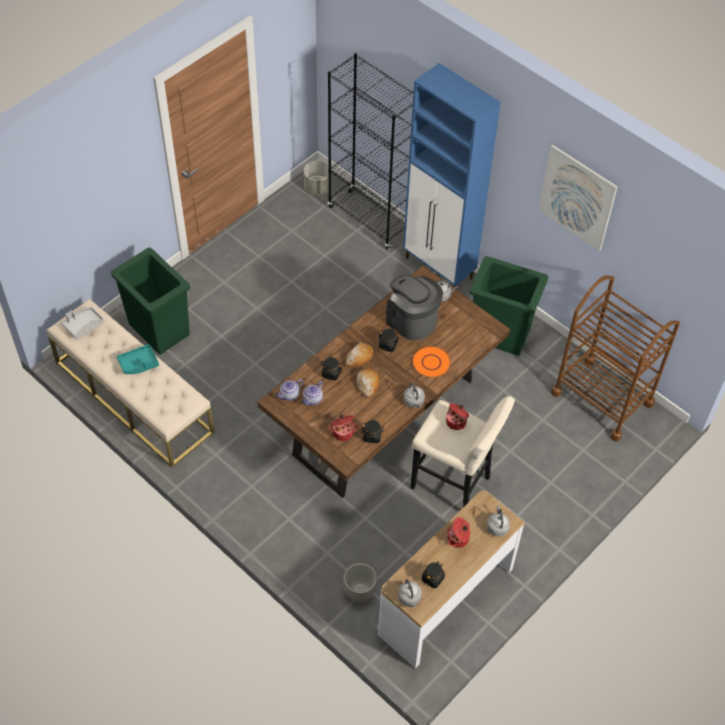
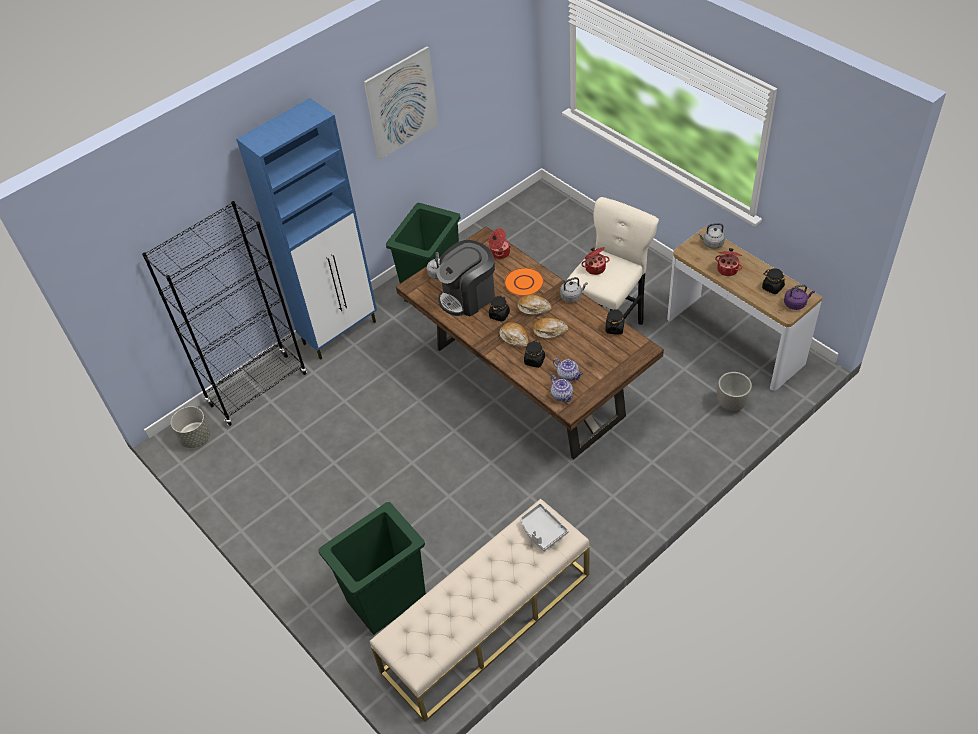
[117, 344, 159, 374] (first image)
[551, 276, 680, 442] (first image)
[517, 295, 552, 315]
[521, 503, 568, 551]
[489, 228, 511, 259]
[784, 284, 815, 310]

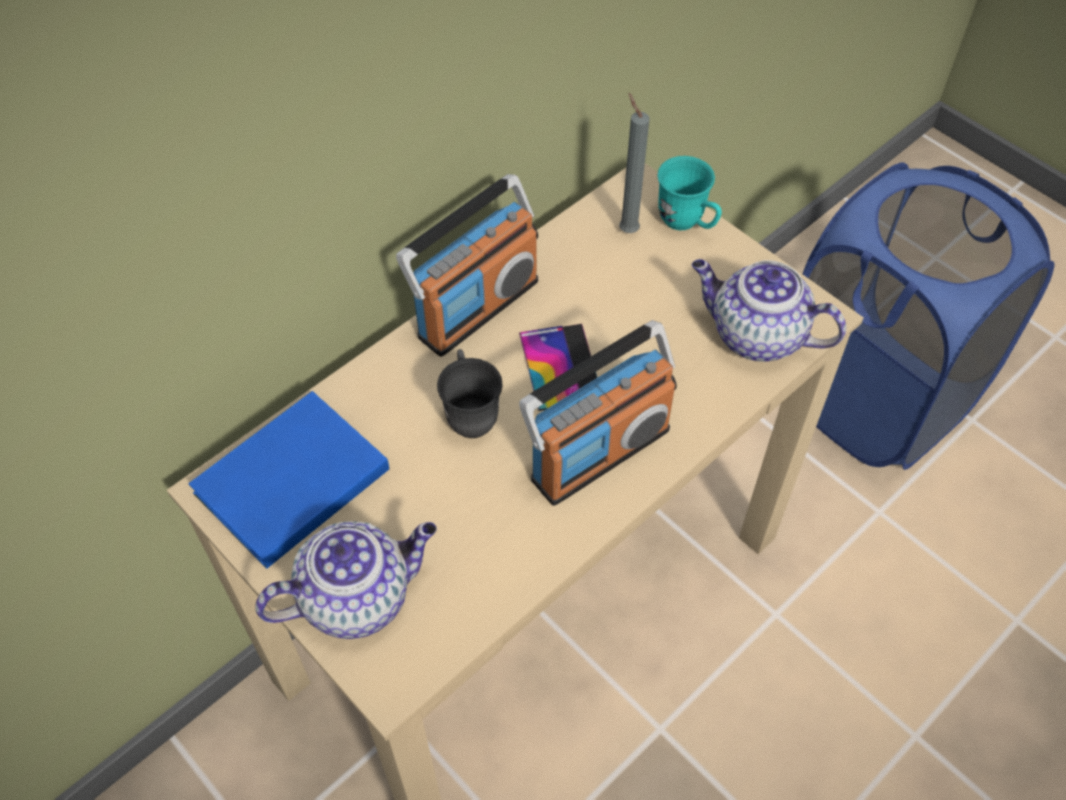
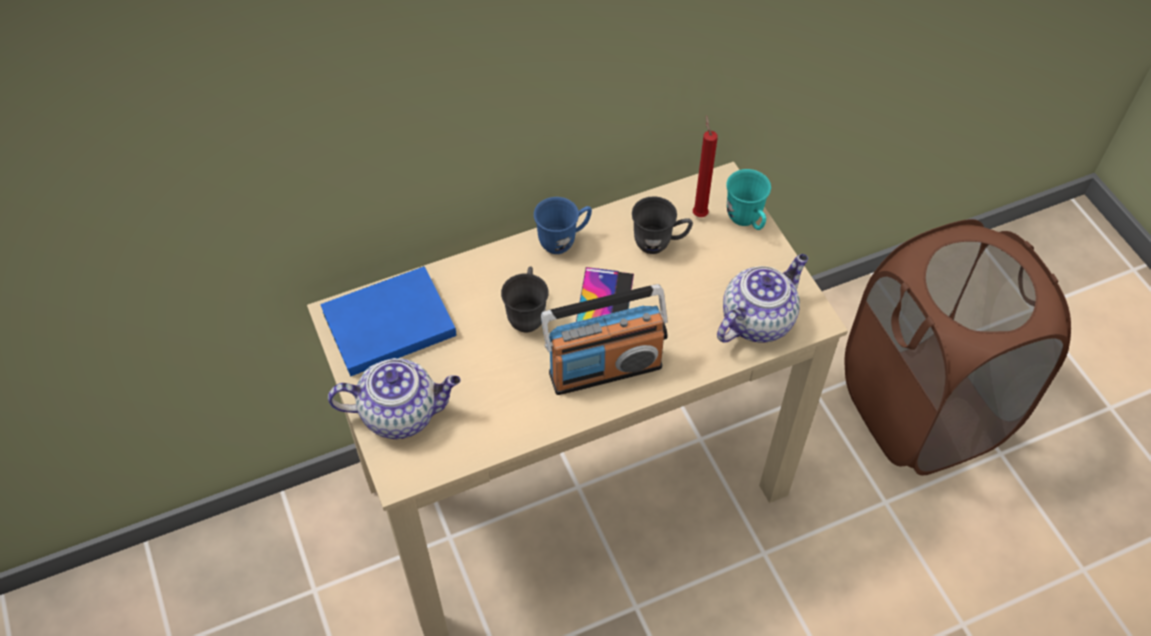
[632, 196, 693, 254]
[534, 197, 592, 254]
[693, 115, 718, 217]
[845, 219, 1071, 475]
[717, 254, 808, 343]

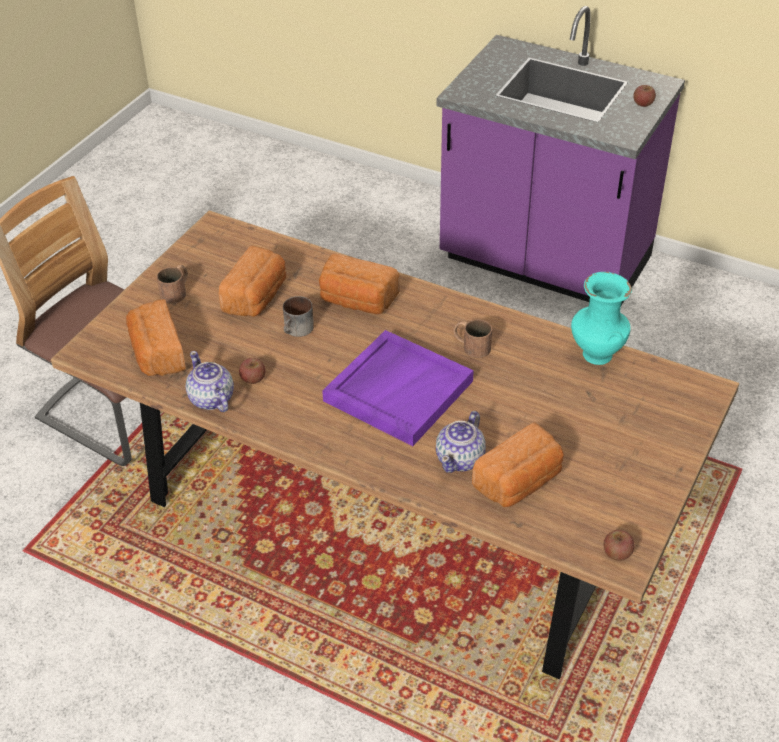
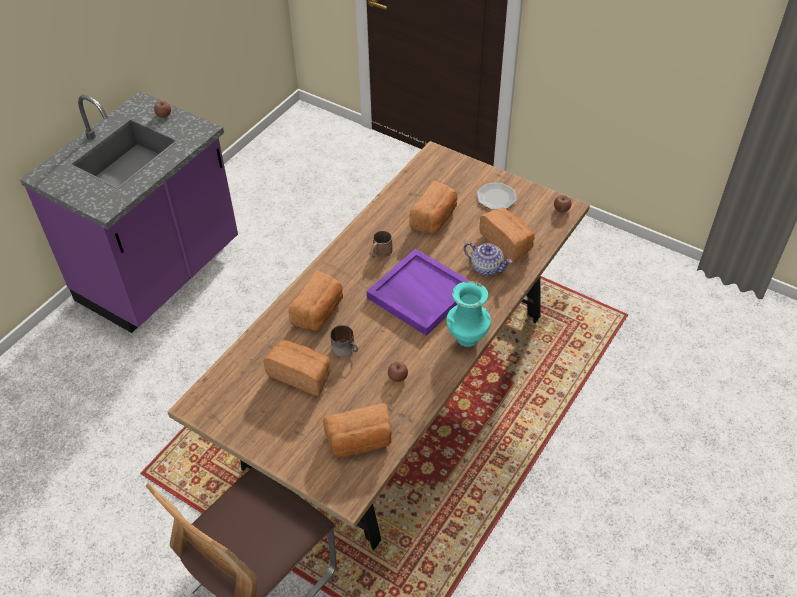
[157, 265, 188, 304] (first image)
[185, 351, 234, 412] (first image)
[409, 181, 457, 234]
[477, 183, 517, 210]
[446, 281, 491, 347]

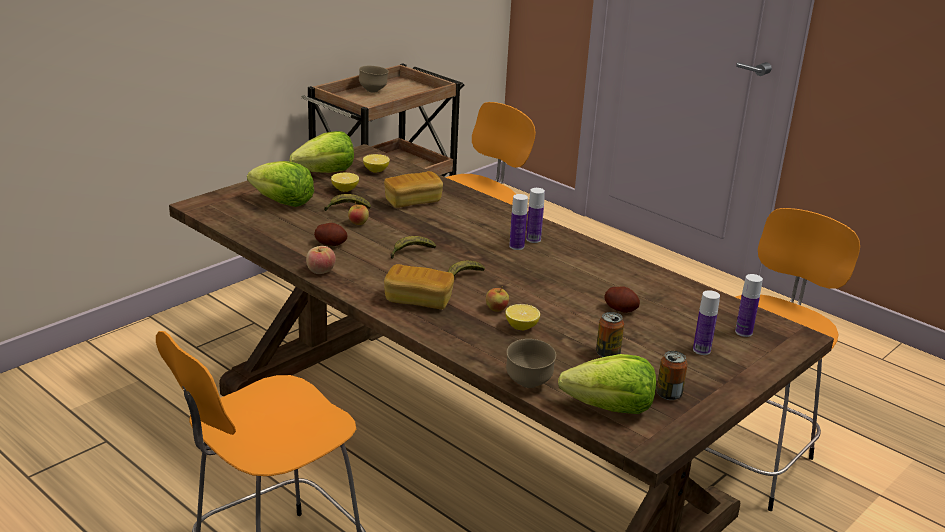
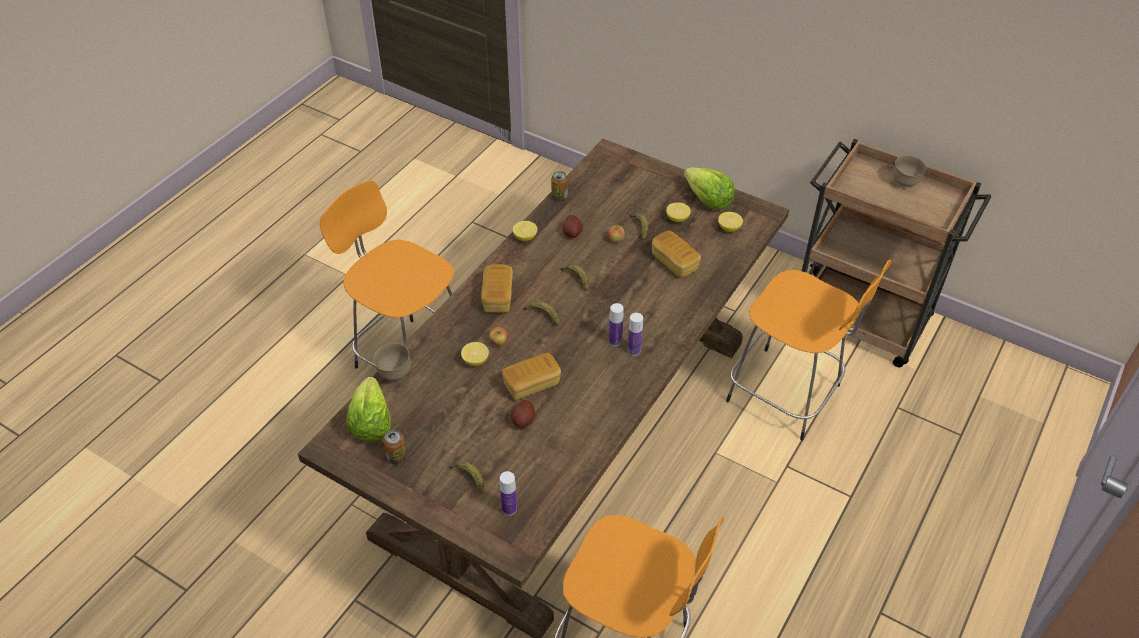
[247, 161, 314, 207] (first image)
[502, 353, 561, 400]
[551, 171, 568, 201]
[513, 221, 538, 241]
[450, 461, 484, 494]

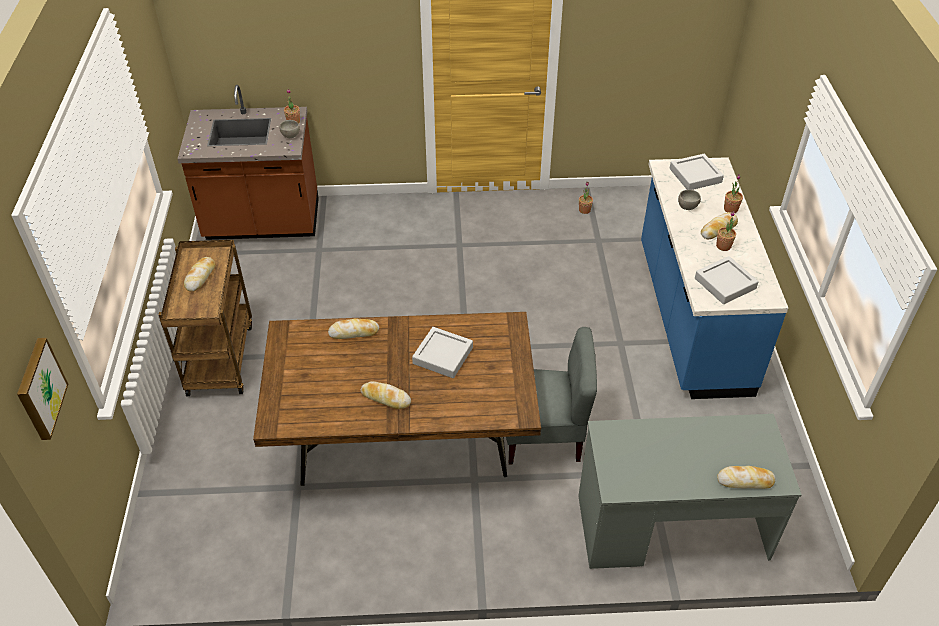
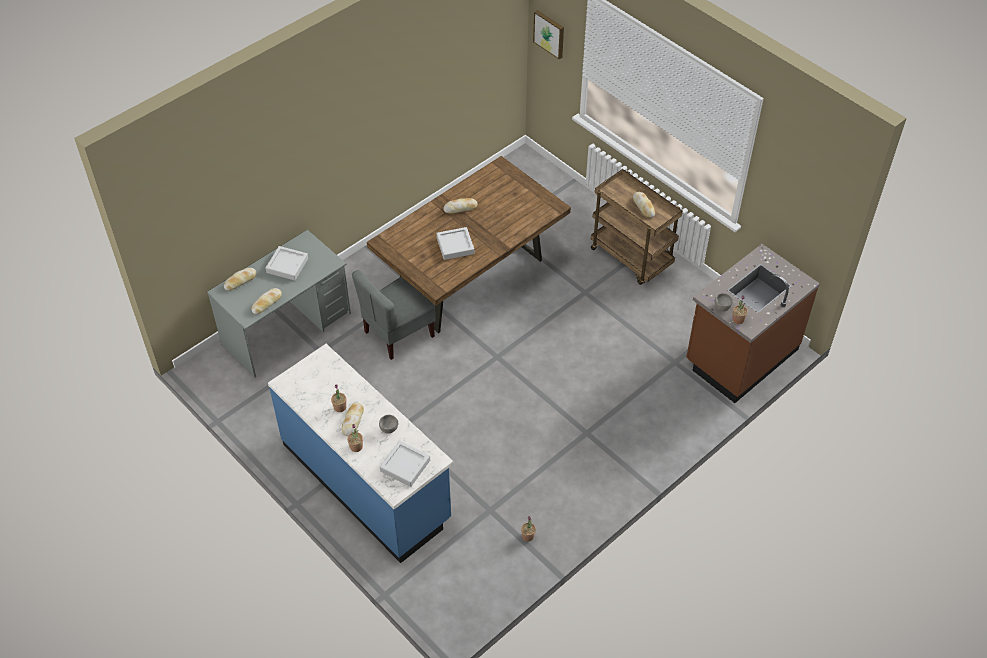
[251, 288, 282, 314]
[266, 246, 308, 280]

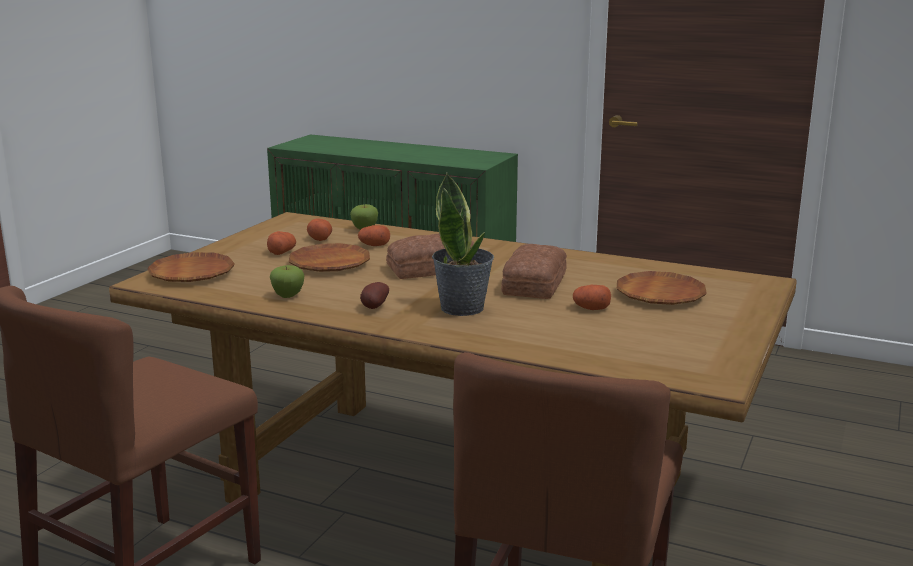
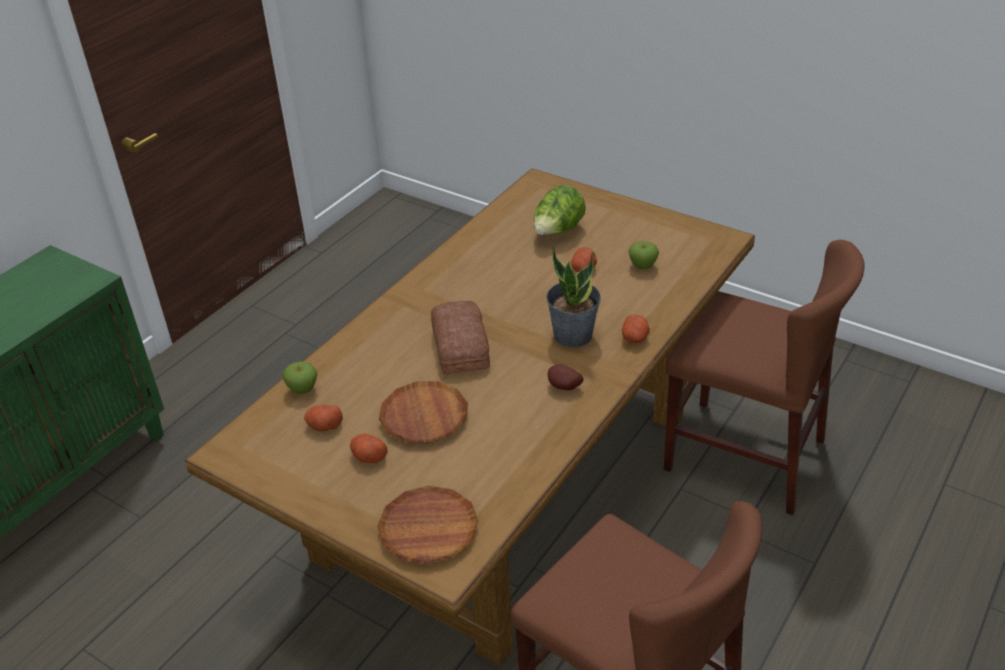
[501, 244, 567, 299] (first image)
[629, 241, 659, 270]
[622, 314, 650, 343]
[534, 185, 586, 235]

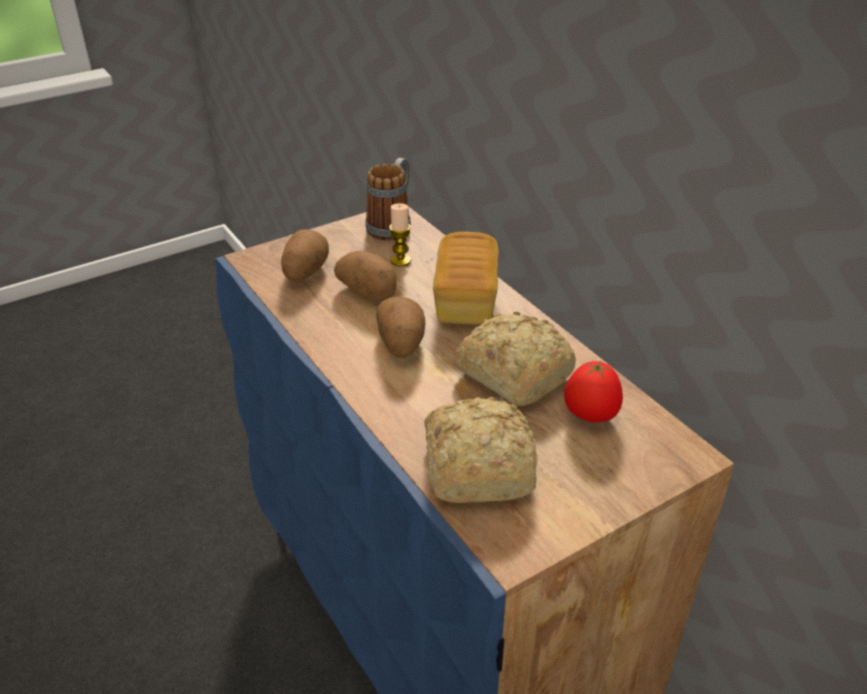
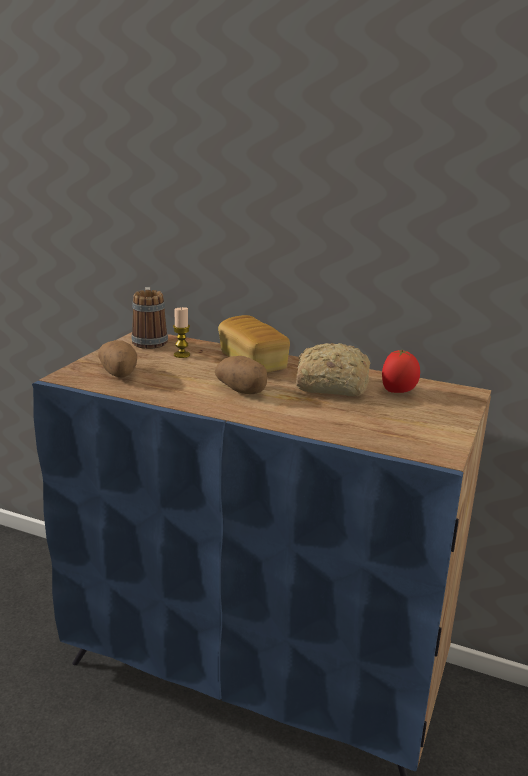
[334, 251, 396, 301] (first image)
[424, 397, 538, 503] (first image)

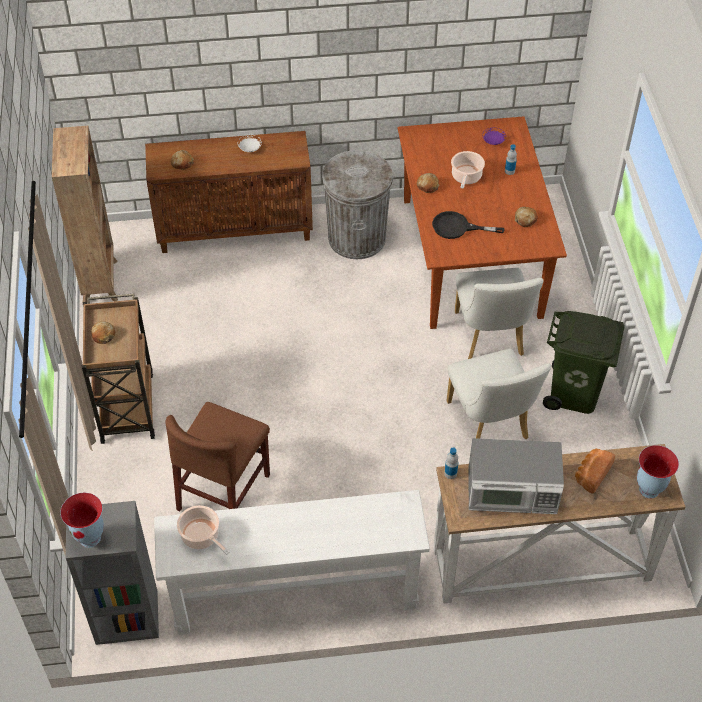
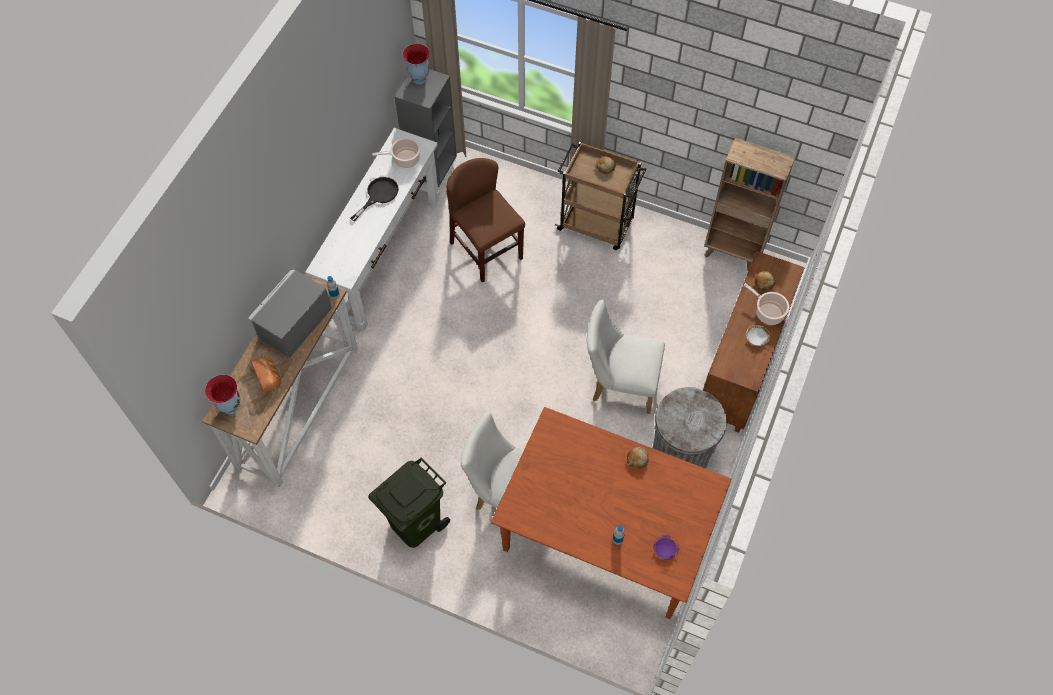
[515, 207, 538, 227] (first image)
[350, 177, 399, 222]
[587, 300, 665, 414]
[743, 283, 789, 325]

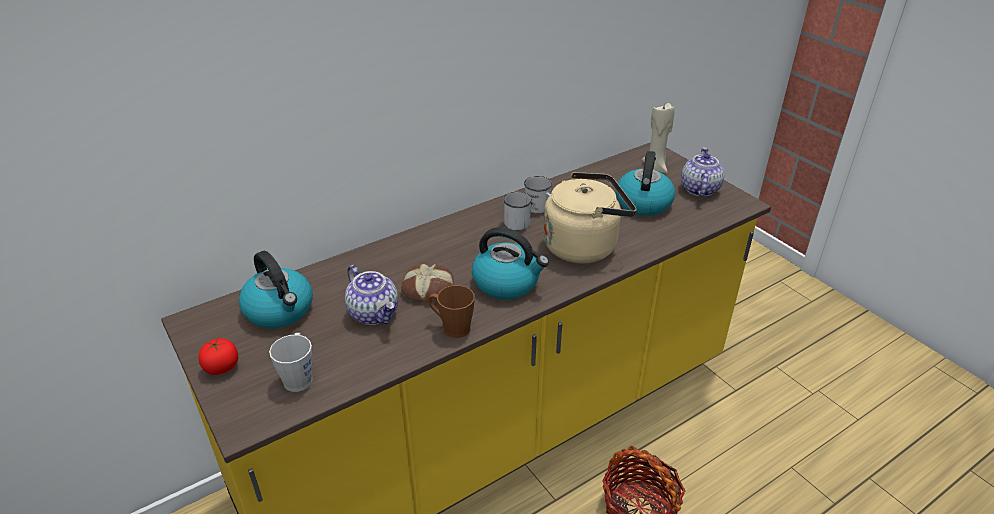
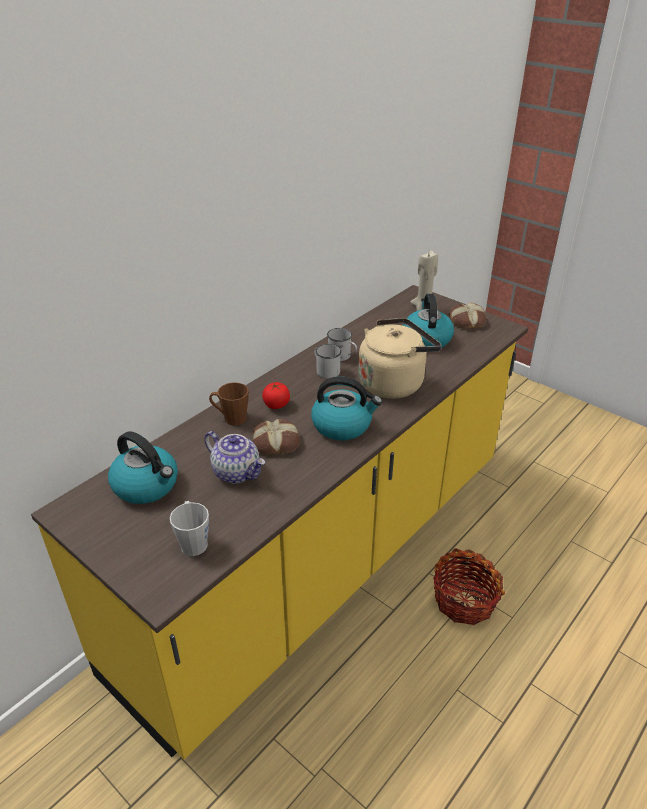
[262, 382, 290, 409]
[209, 382, 249, 426]
[449, 302, 486, 329]

